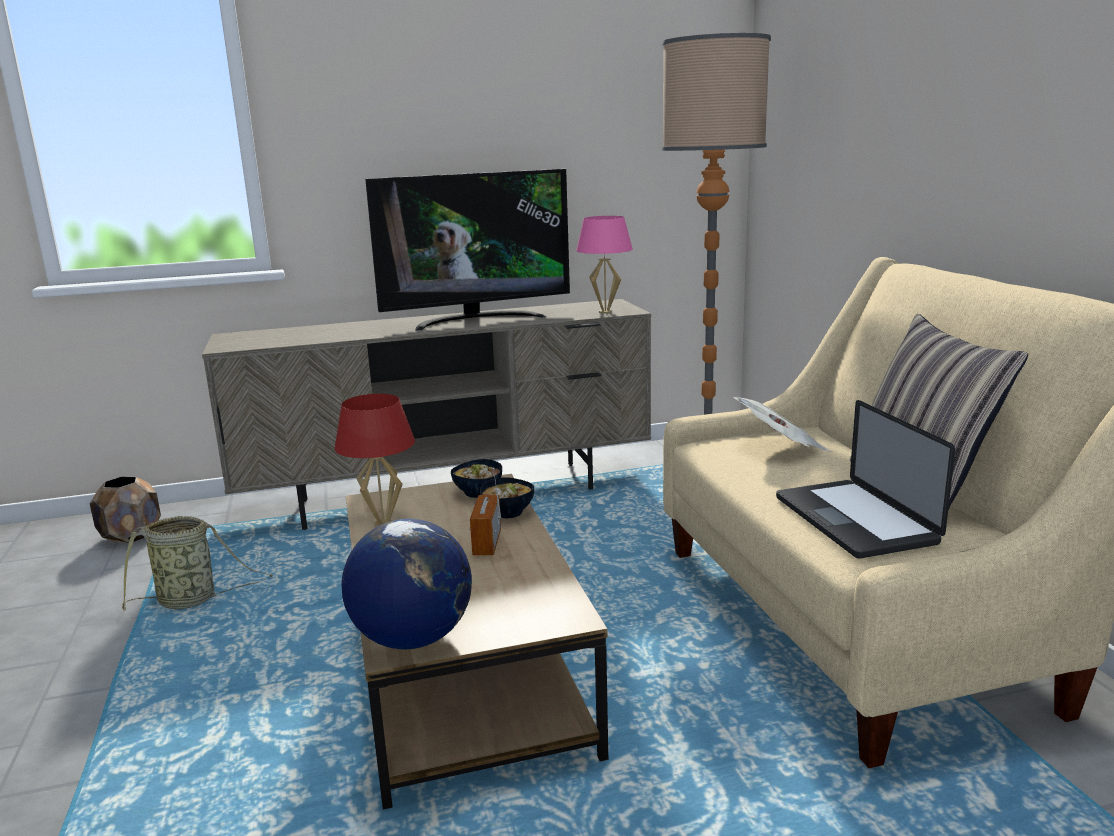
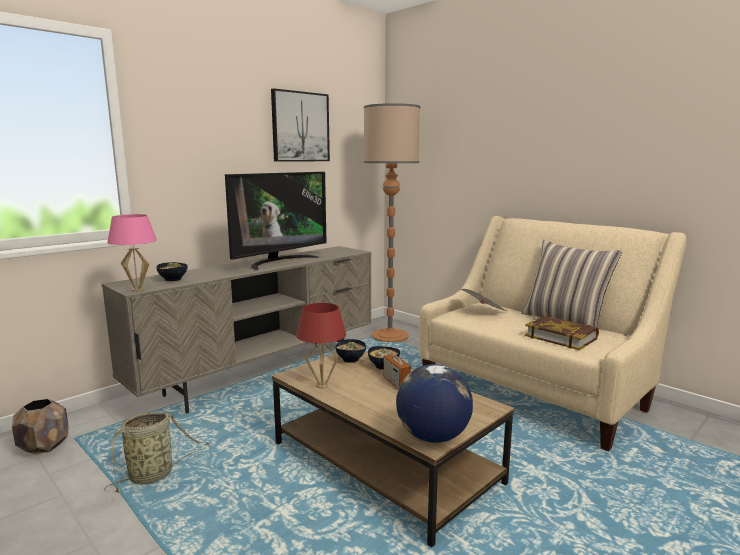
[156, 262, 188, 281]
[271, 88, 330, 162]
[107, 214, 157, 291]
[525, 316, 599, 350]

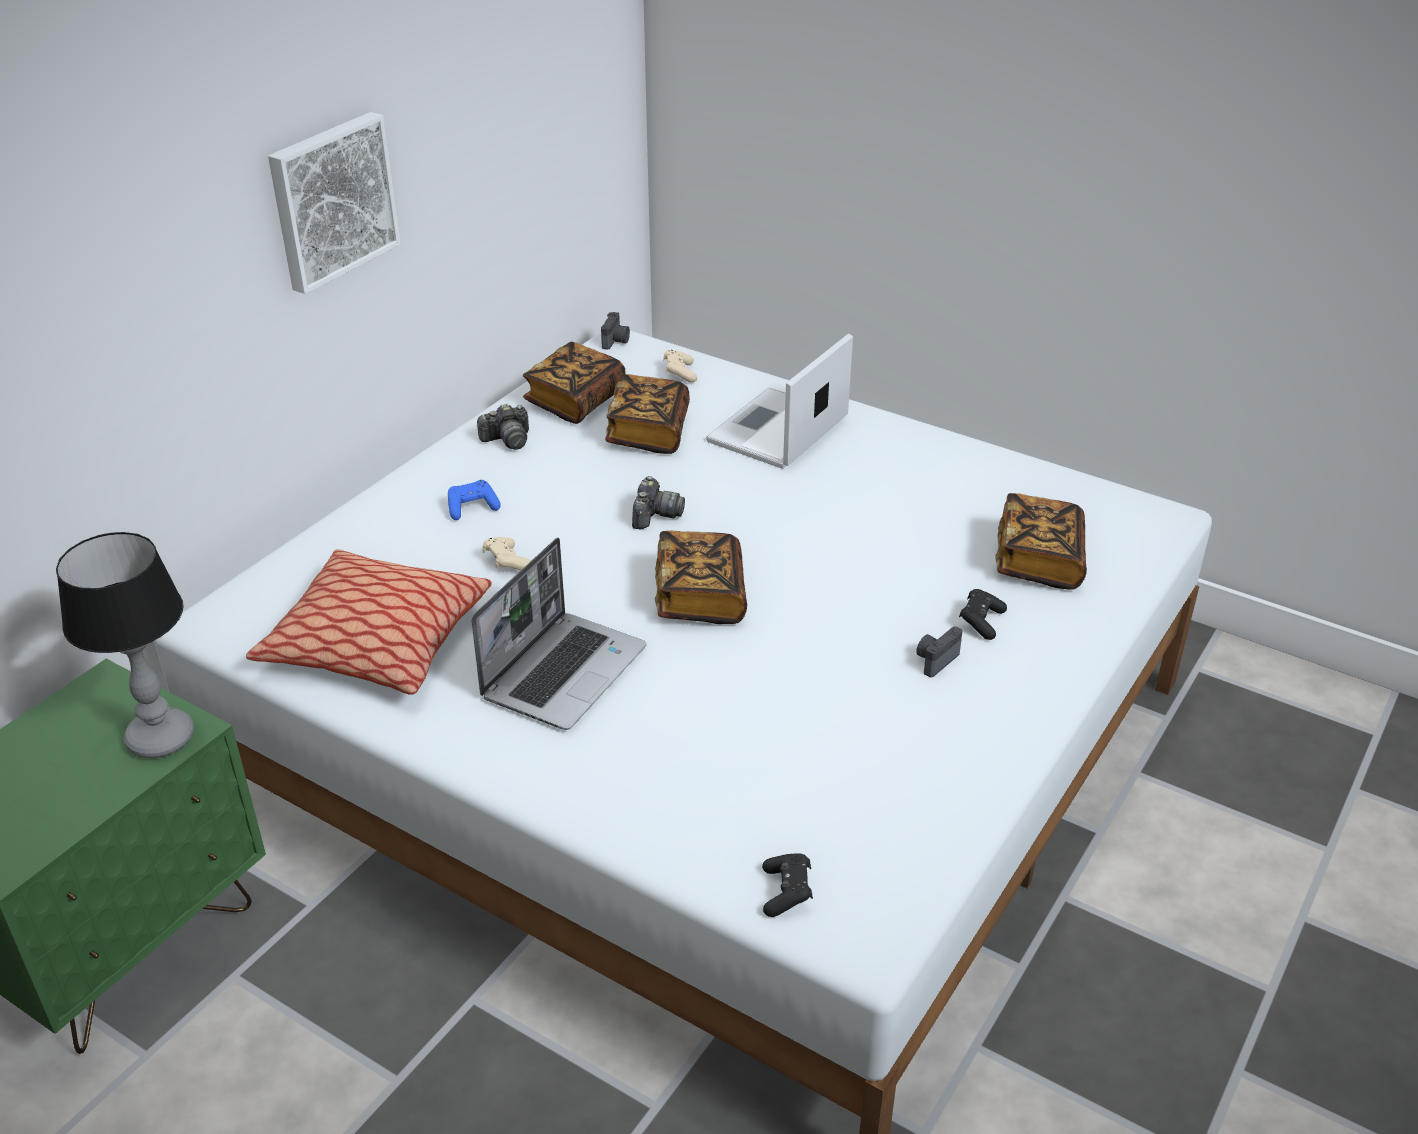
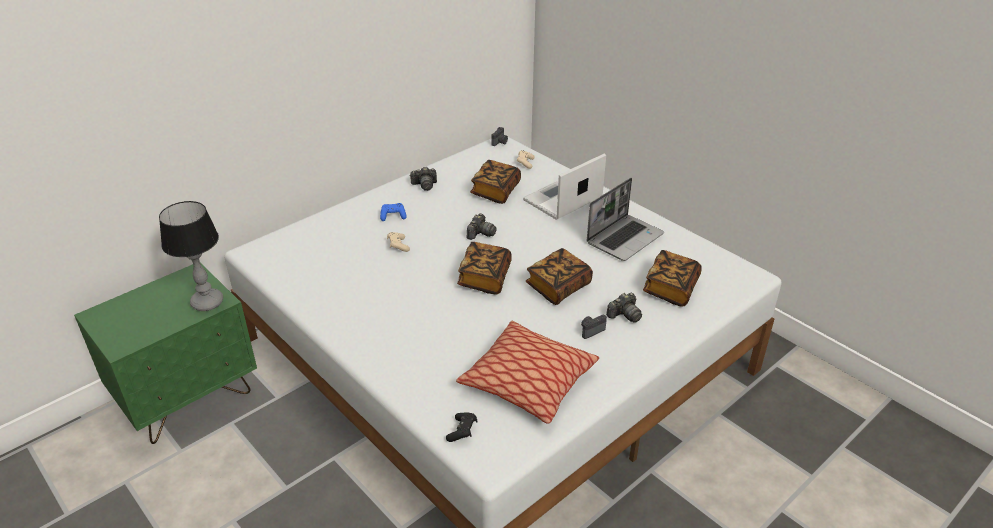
[268, 112, 400, 294] (first image)
[456, 321, 599, 424]
[587, 178, 664, 261]
[526, 248, 593, 305]
[606, 293, 642, 323]

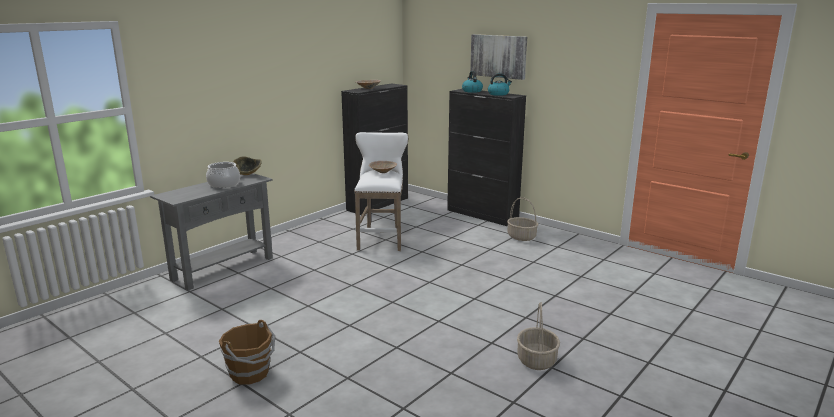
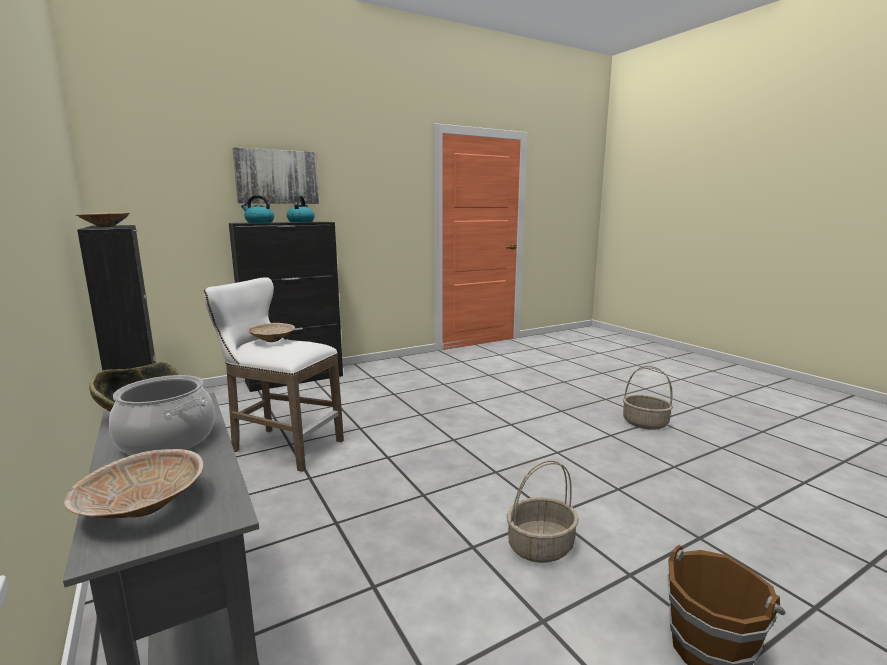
[64, 449, 203, 518]
[507, 460, 579, 563]

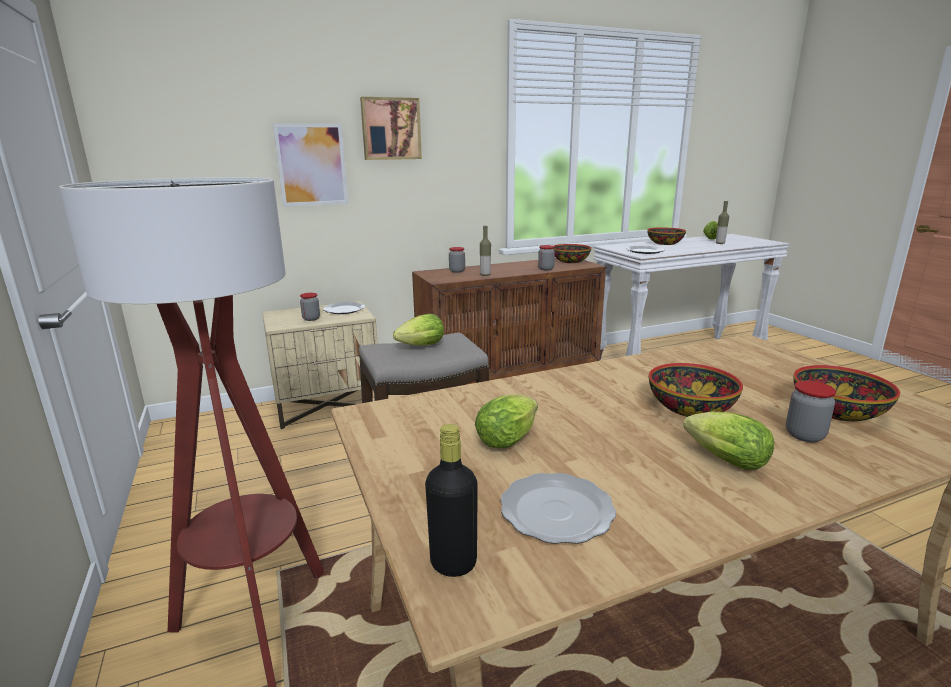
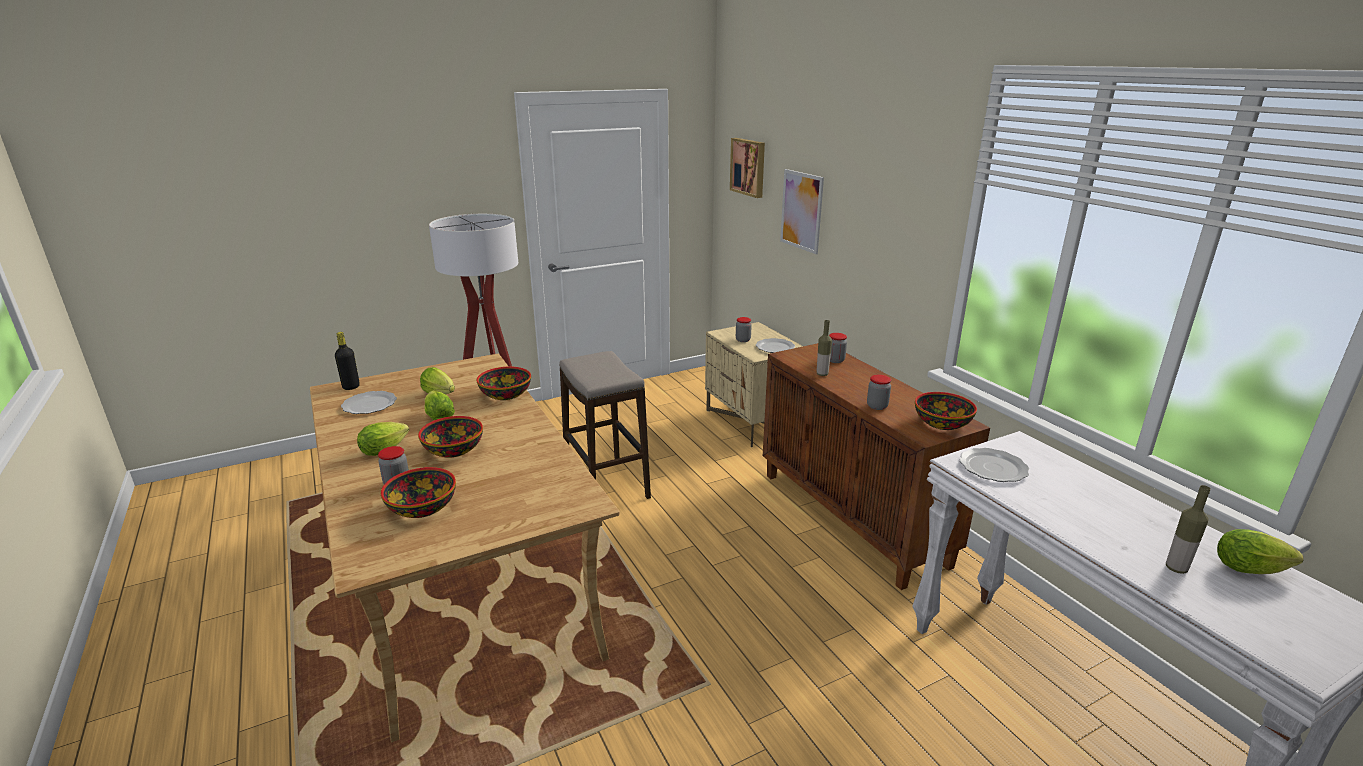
[730, 138, 765, 198]
[424, 391, 455, 420]
[476, 367, 531, 400]

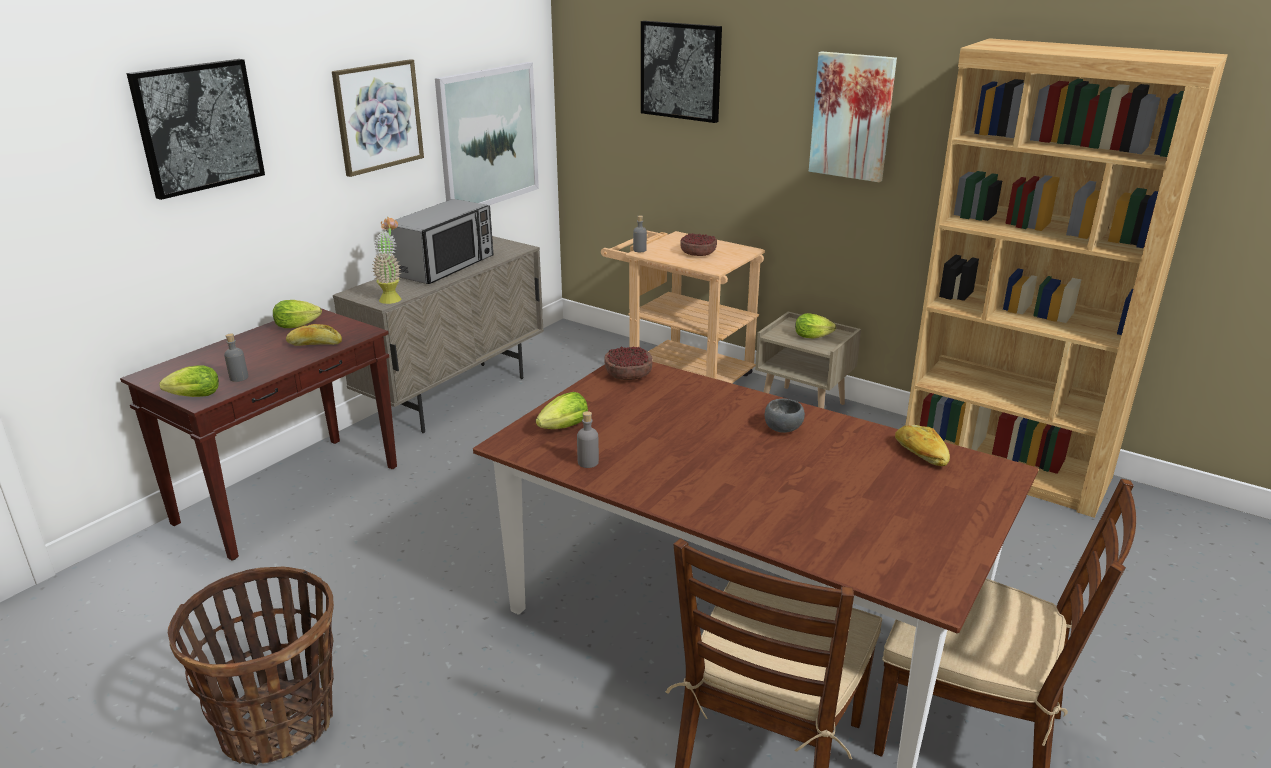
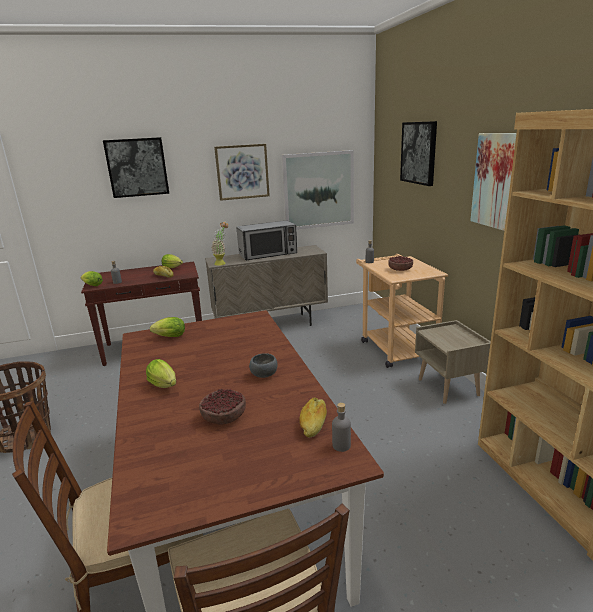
[332, 403, 351, 452]
[199, 389, 246, 425]
[146, 359, 176, 388]

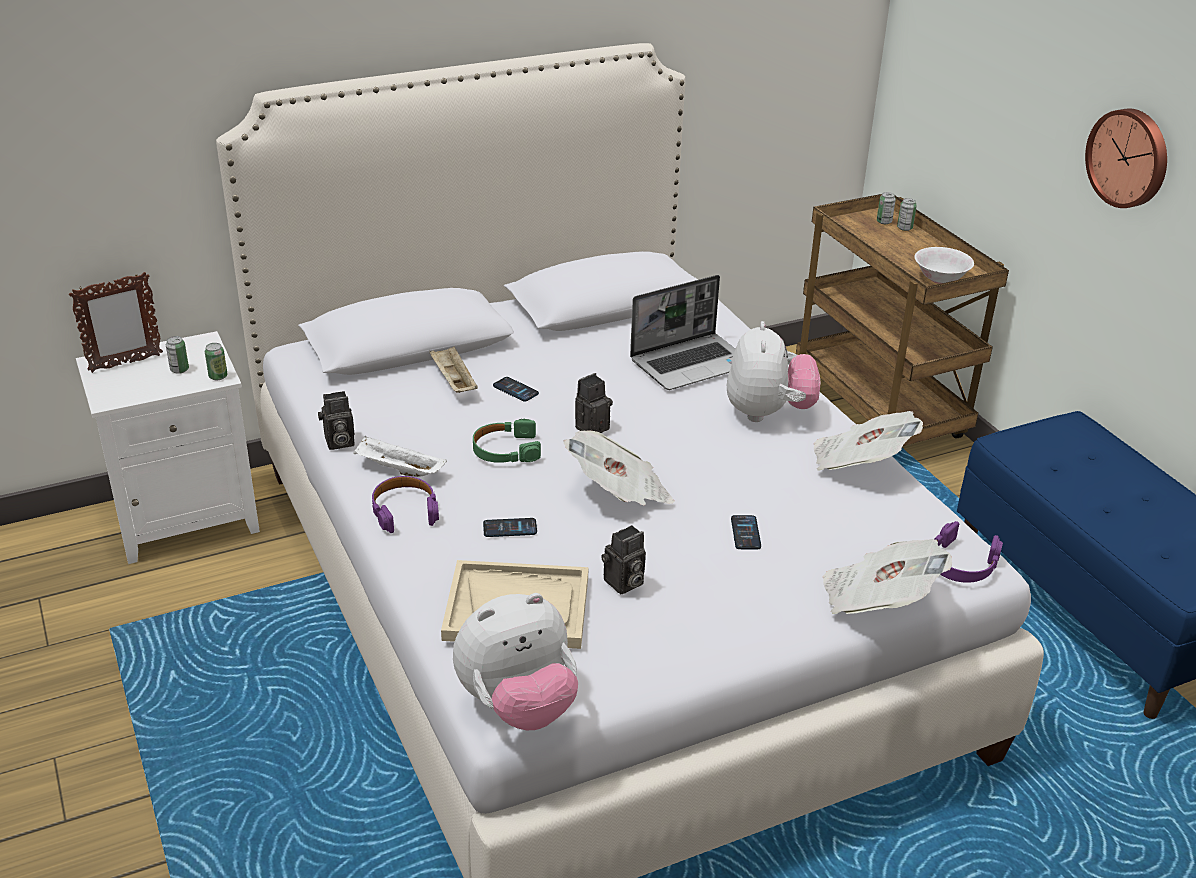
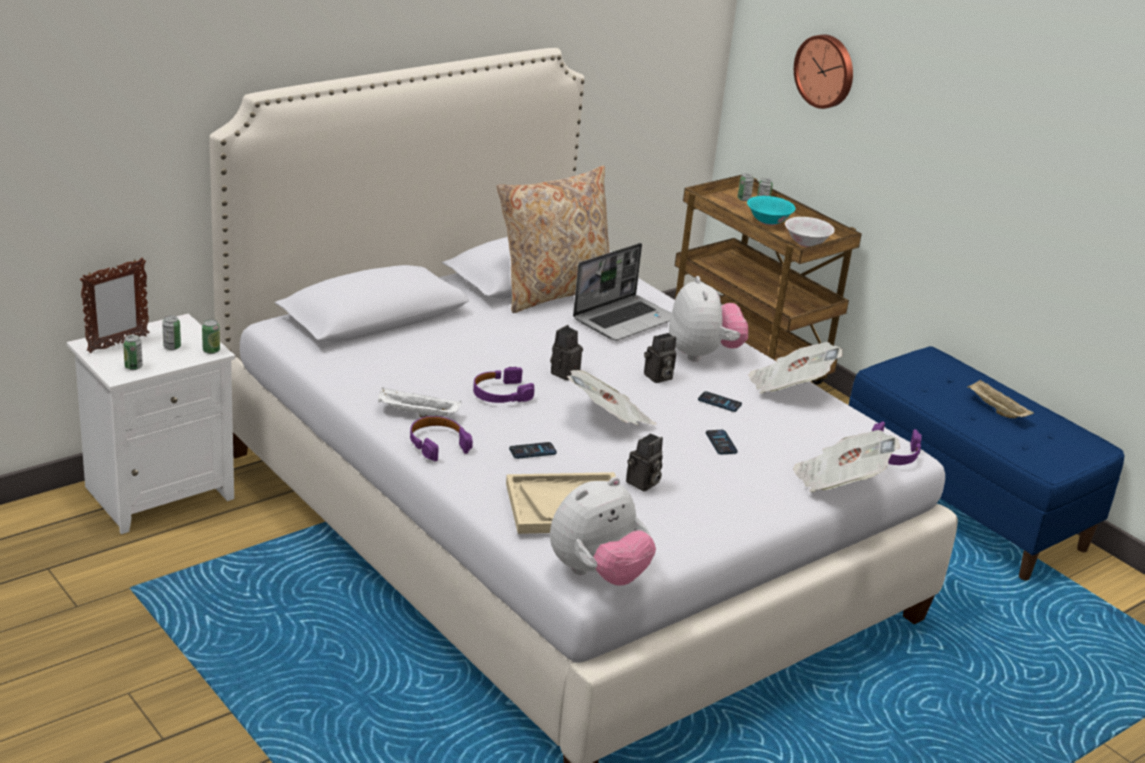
[123, 335, 143, 370]
[496, 166, 609, 313]
[747, 196, 795, 226]
[644, 333, 676, 383]
[967, 380, 1034, 418]
[698, 391, 742, 412]
[794, 35, 853, 109]
[473, 367, 534, 403]

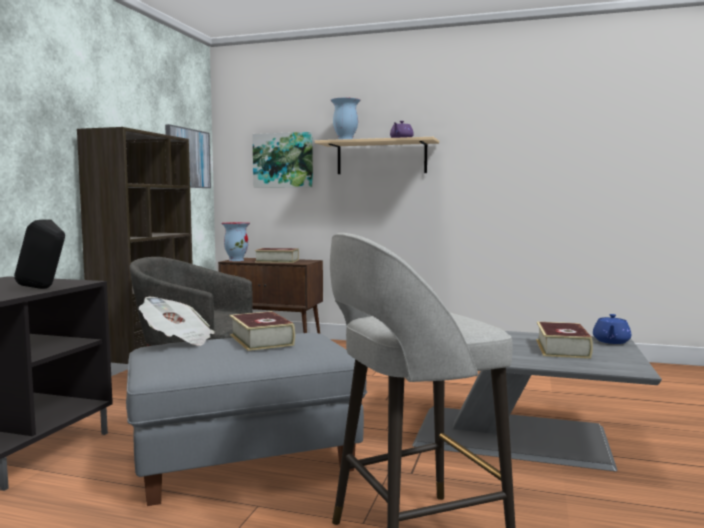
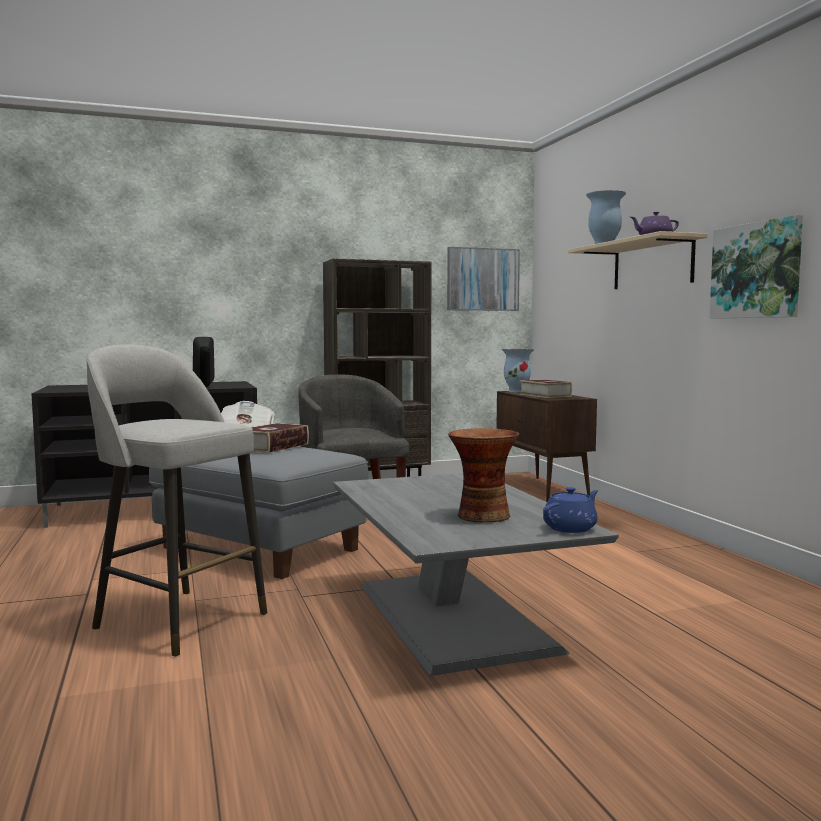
[710, 215, 803, 319]
[448, 428, 519, 523]
[543, 487, 599, 533]

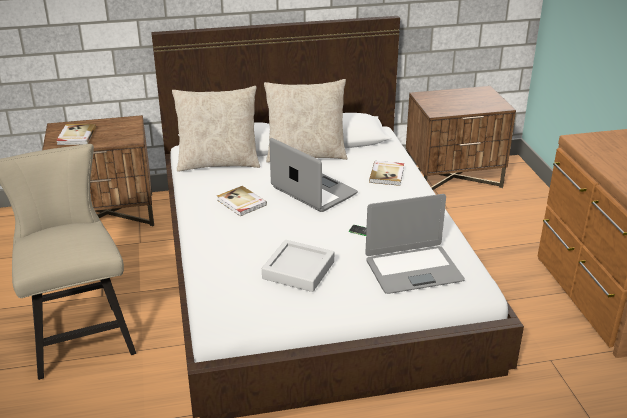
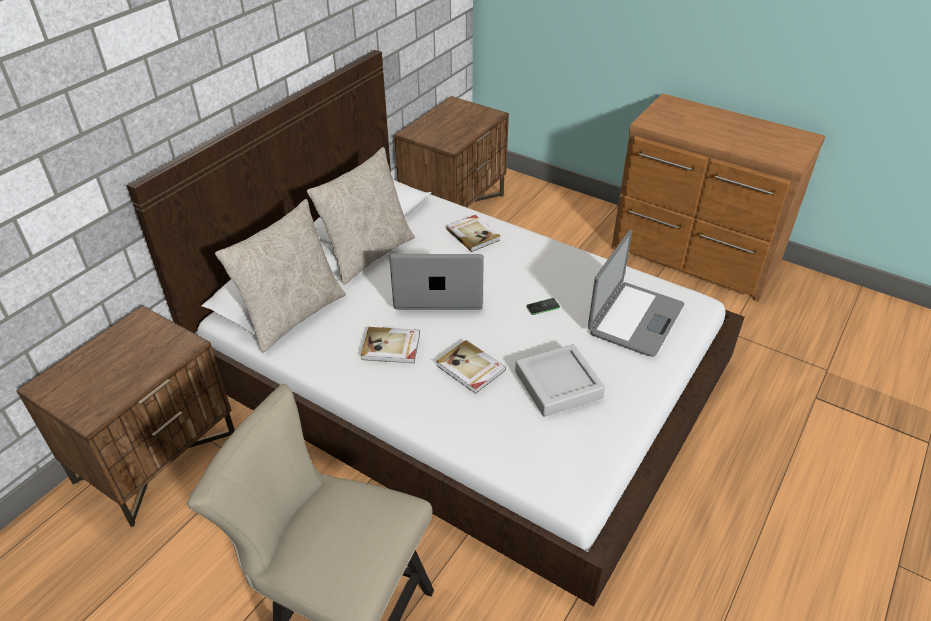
[436, 340, 506, 394]

